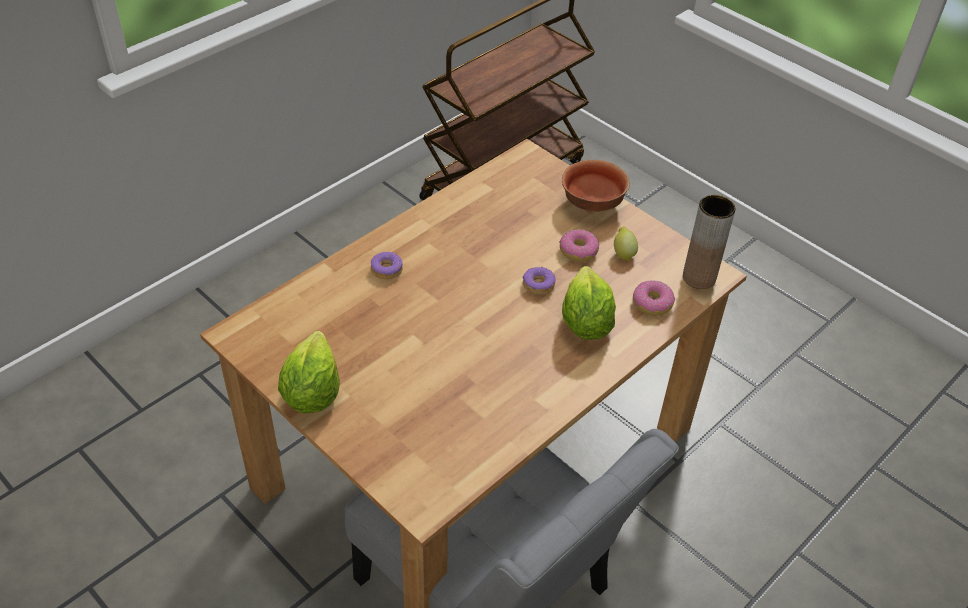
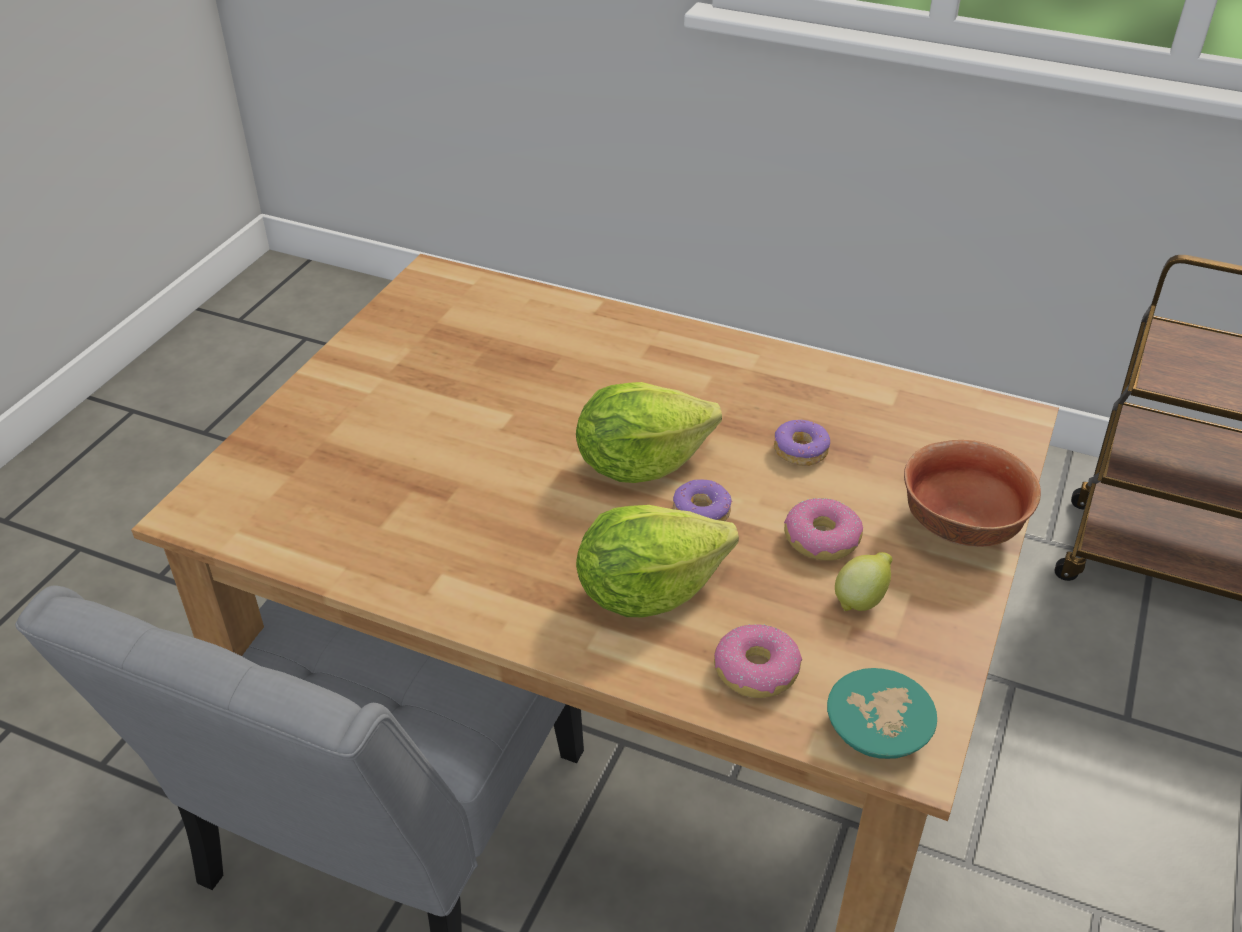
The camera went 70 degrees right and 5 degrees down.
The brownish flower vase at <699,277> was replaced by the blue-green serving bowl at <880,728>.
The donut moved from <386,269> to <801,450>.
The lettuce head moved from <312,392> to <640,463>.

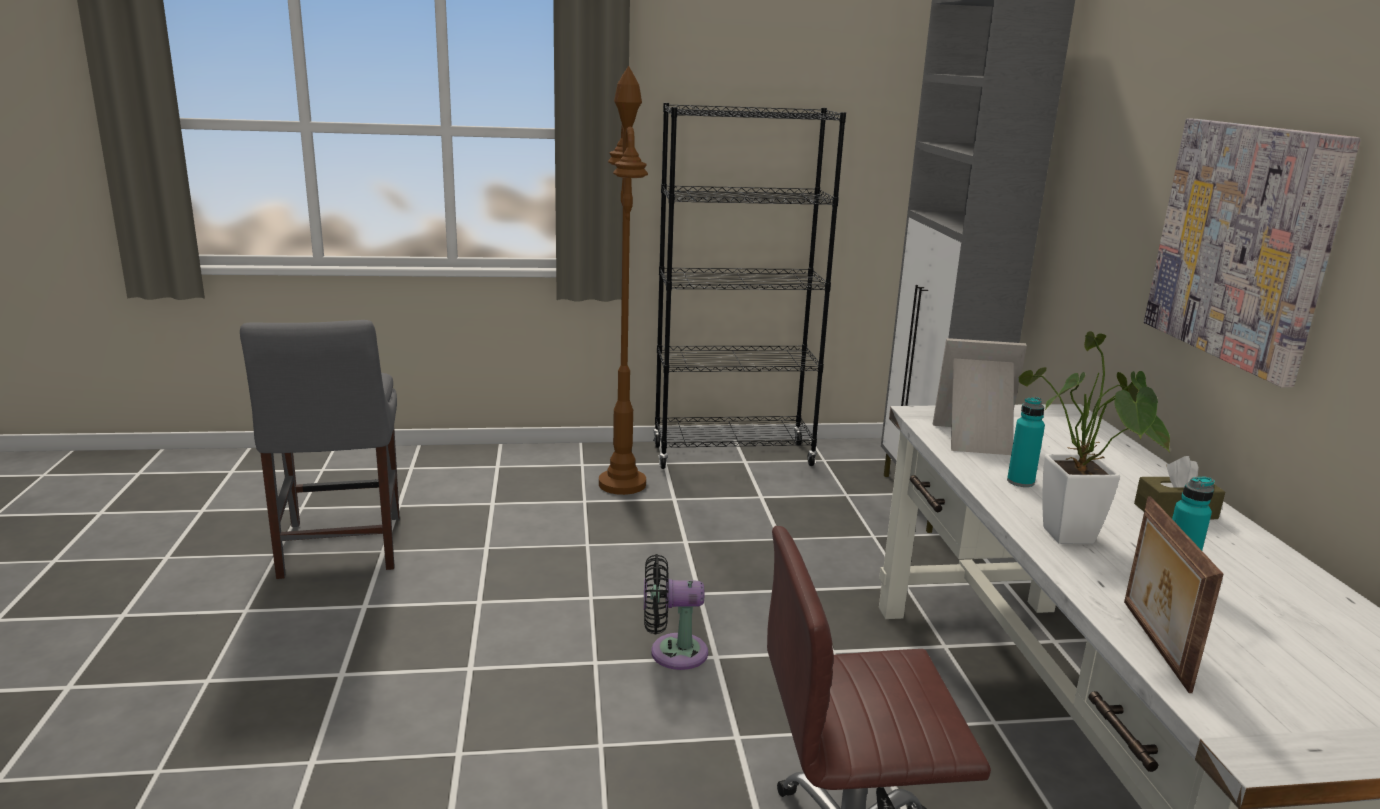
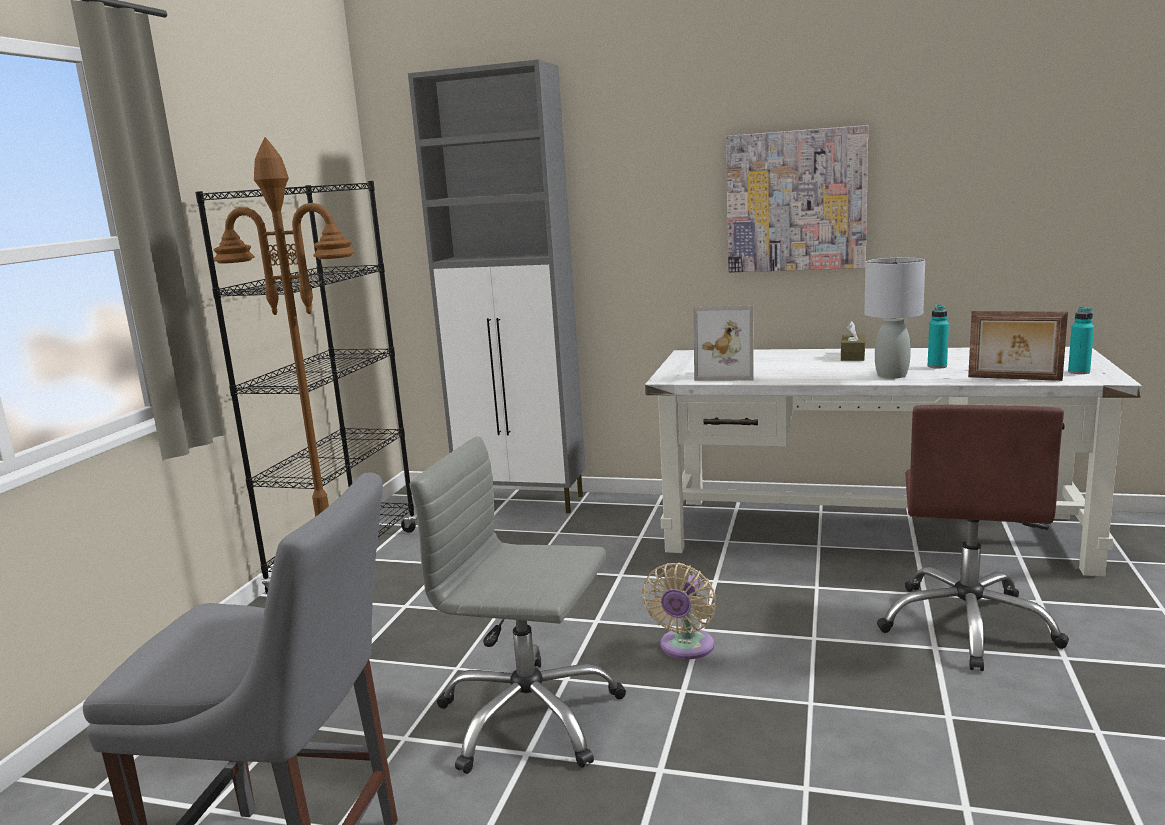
The camera went 65 degrees left and 5 degrees down.
The houseplant at <1072,541> was replaced by the grey lamp for a table at <892,375>.
The photo frame at <976,440> turned 105 degrees counterclockwise.
The blue-green bottle moved from <1020,482> to <1078,372>.
The black-coloured cooling fan at <672,652> became the beige cooling fan at <685,648>.
The grey computer chair at <528,718> appeared.

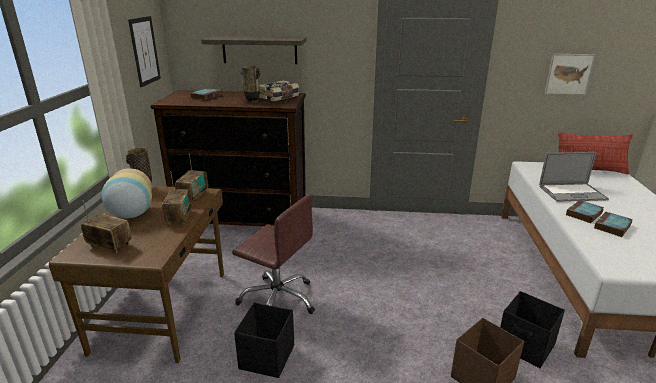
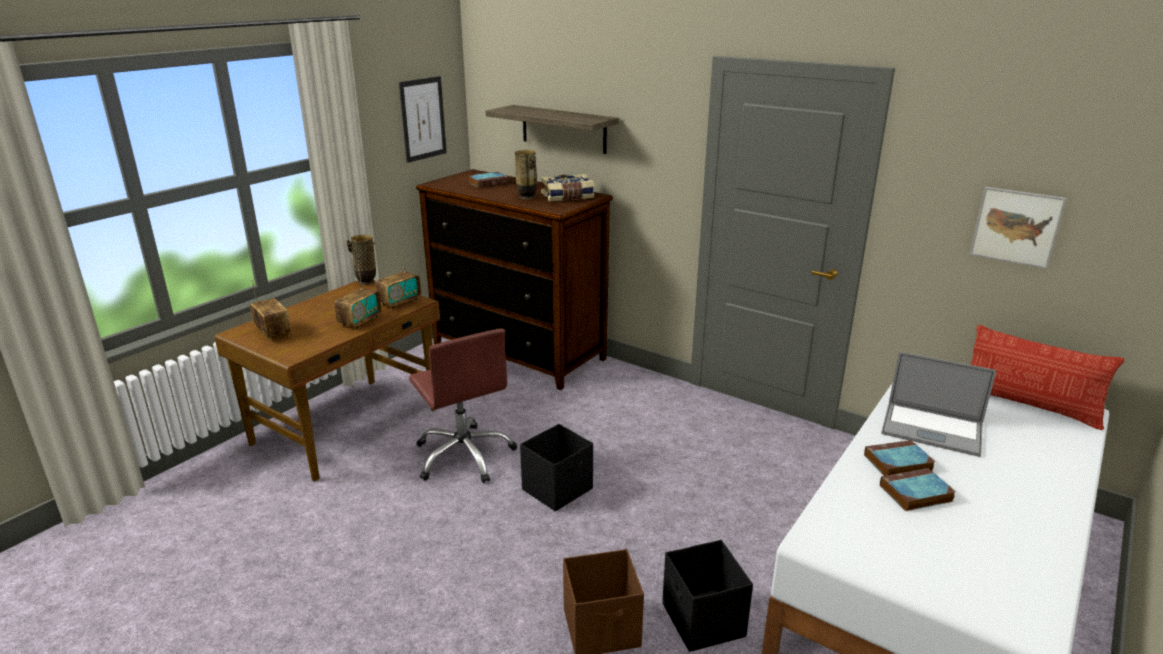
The camera went 30 degrees right and 0 degrees up.
The flower vase at <131,215> disappeared.
The black-coloured storage box moved from <268,356> to <558,489>.

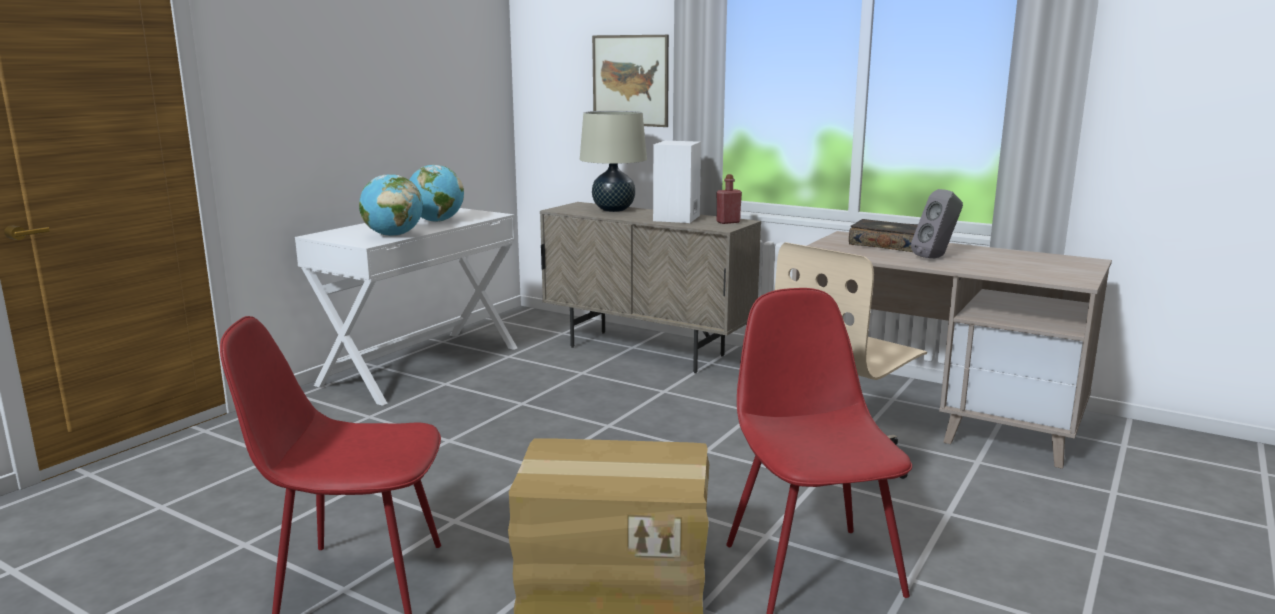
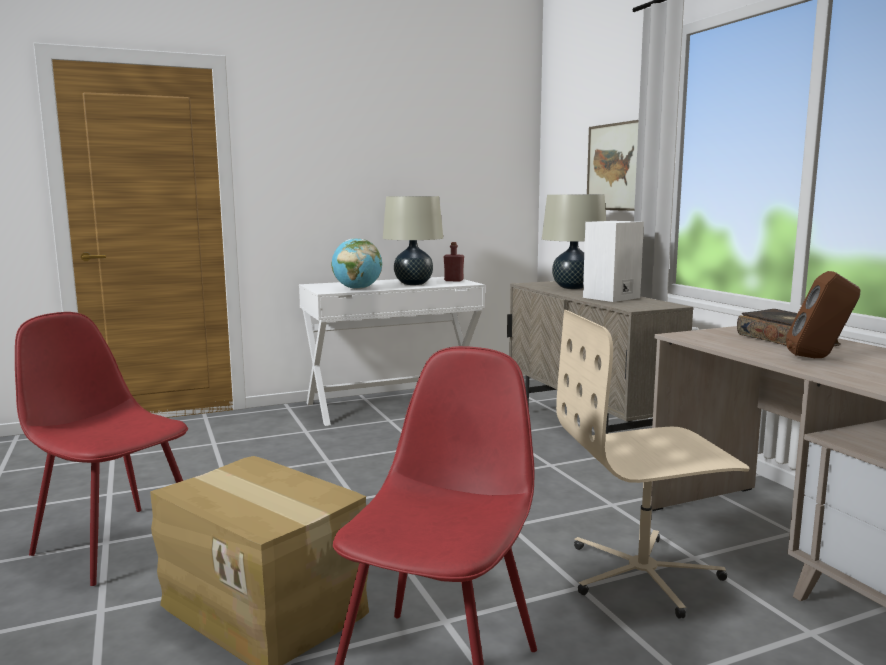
The camera went 35 degrees right and 5 degrees down.
The globe at <436,221> was replaced by the beige lamp for a table at <413,284>.
The red bottle moved from <728,222> to <453,280>.
The grey speaker at <936,257> became the brownish speaker at <819,358>.

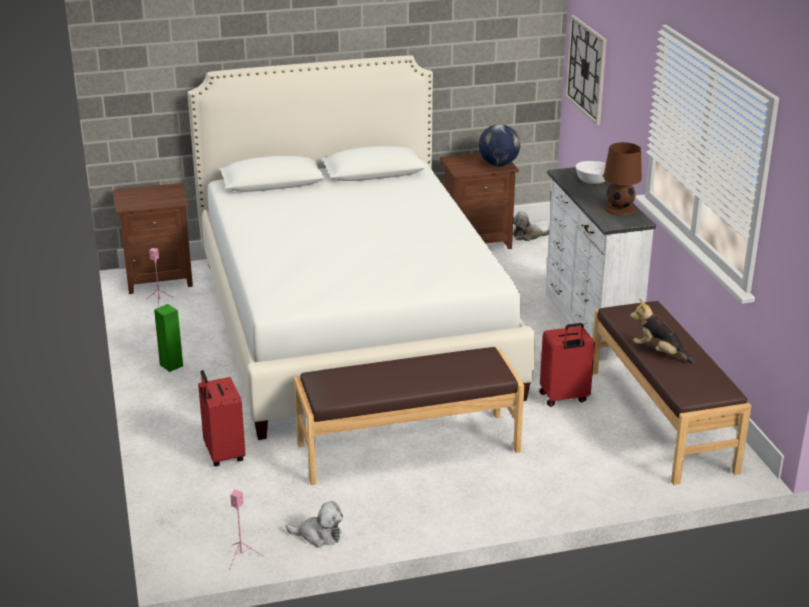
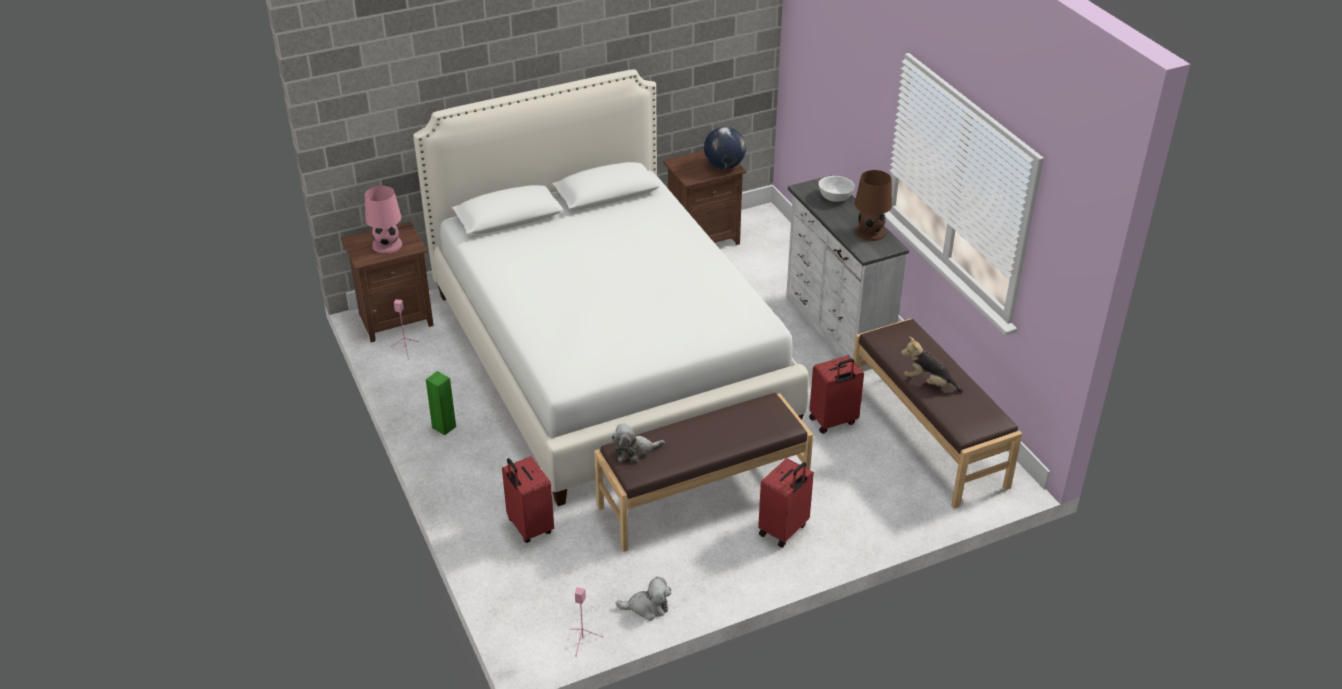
The camera went 10 degrees left and 10 degrees up.
The wall clock at <586,69> disappeared.
The cuddly toy moved from <528,236> to <635,452>.
The pinkish lamp for a table at <387,244> appeared.
The red piece of luggage at <784,530> appeared.

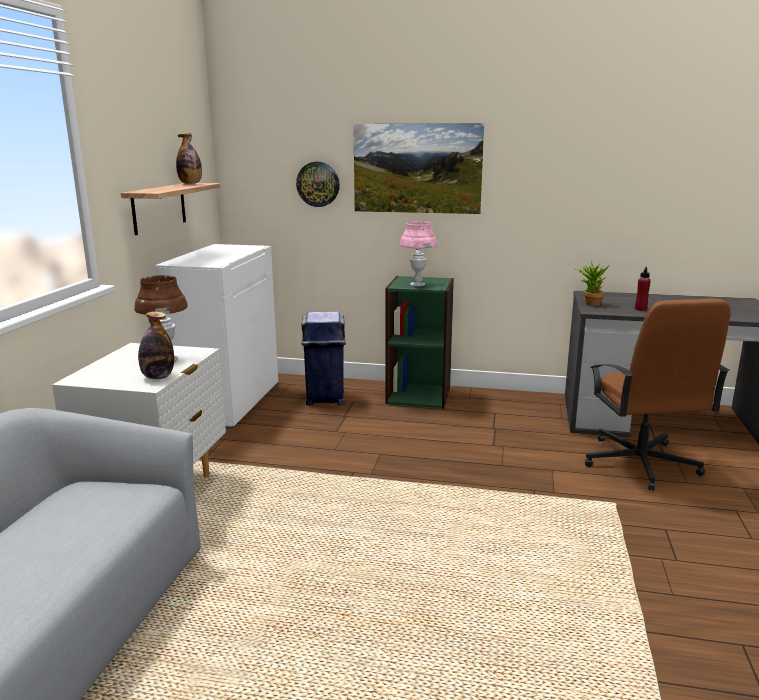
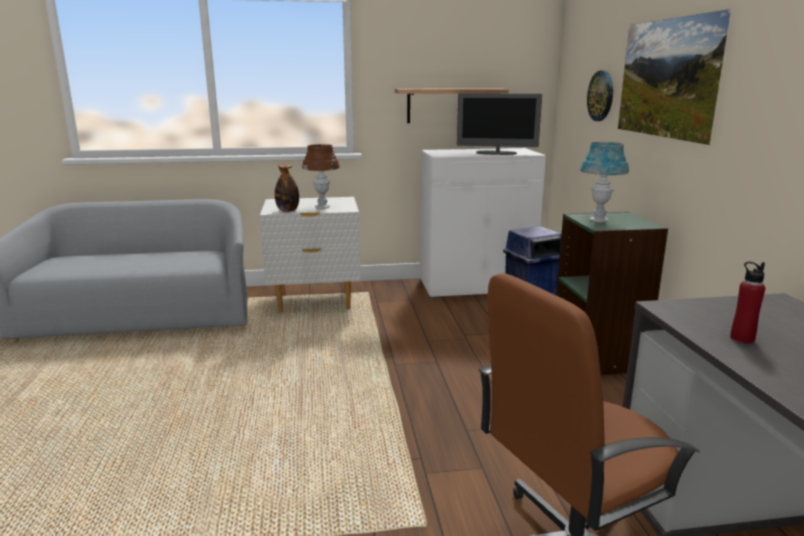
The camera went 70 degrees right and 0 degrees up.
The bottle at <190,183> disappeared.
The pinkish lamp for a table at <417,285> became the blue-coloured lamp for a table at <598,220>.
The houseplant at <589,304> disappeared.
The monitor at <496,153> appeared.

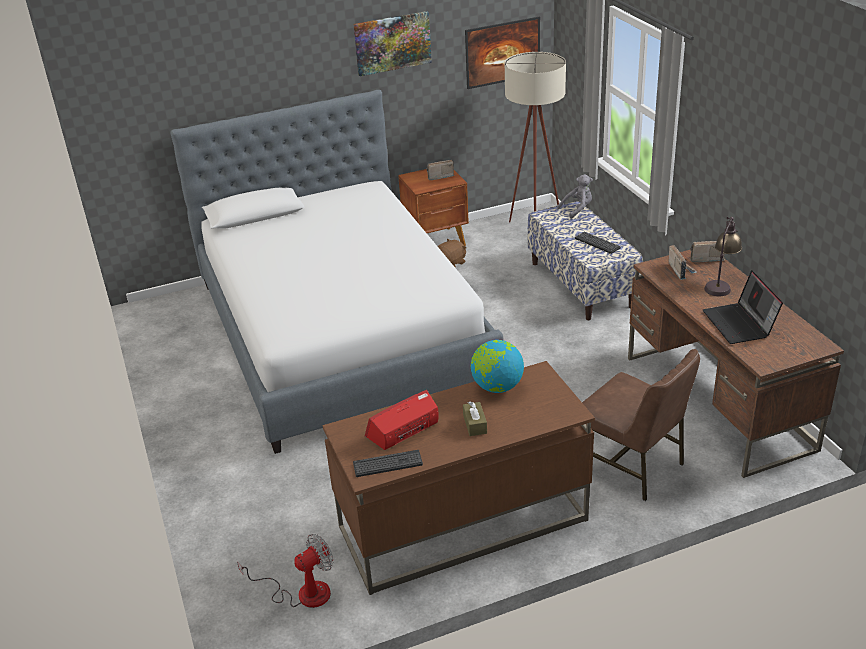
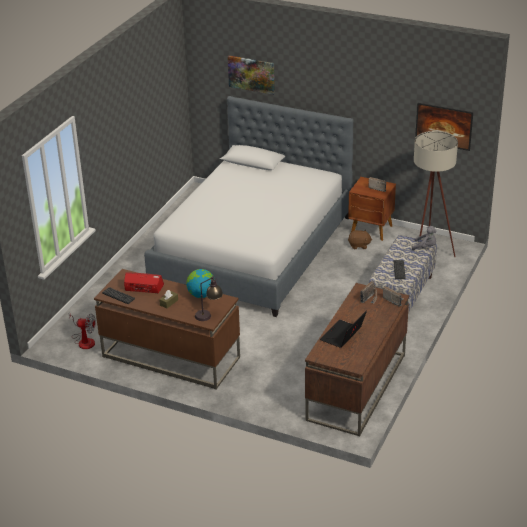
The camera went 45 degrees right and 0 degrees up.
The wall picture moved from <392,43> to <251,74>.
The lamp for a table moved from <720,284> to <209,315>.
The brownish plain chair at <631,465> disappeared.

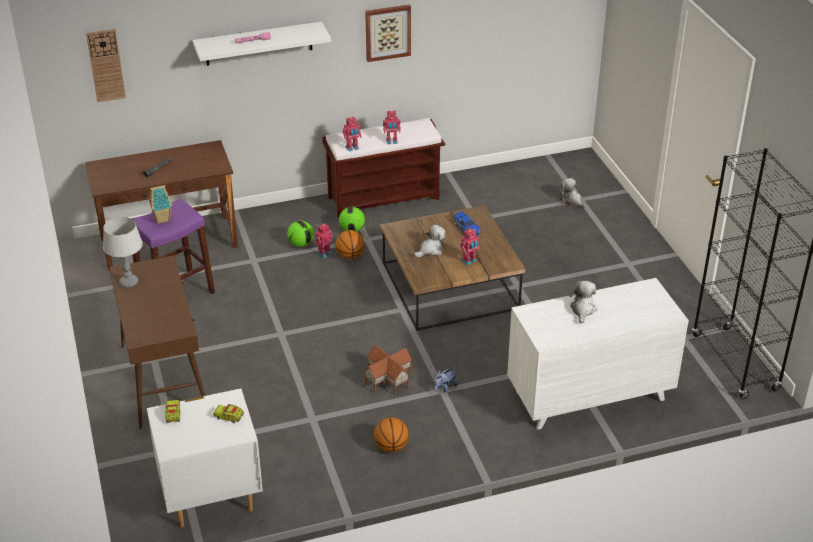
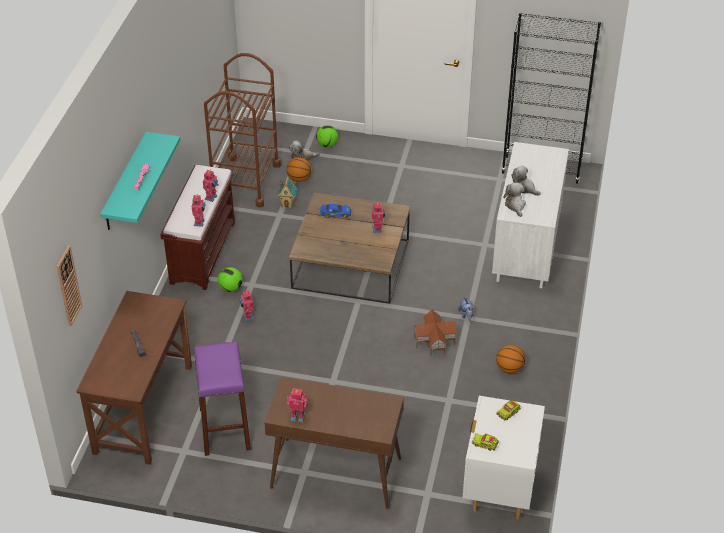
The camera went 60 degrees left and 5 degrees up.
The wall picture at <387,32> disappeared.
The white-coloured shelf at <259,43> became the blue-green shelf at <125,183>.
The toy house moved from <162,219> to <288,204>.
The grey lamp for a table at <128,282> was replaced by the model robot at <298,416>.
The ball for football moved from <301,244> to <327,145>.
The cuddly toy moved from <431,249> to <515,205>.
The basketball moved from <350,256> to <299,179>.
The brownish cart at <245,181> appeared.

